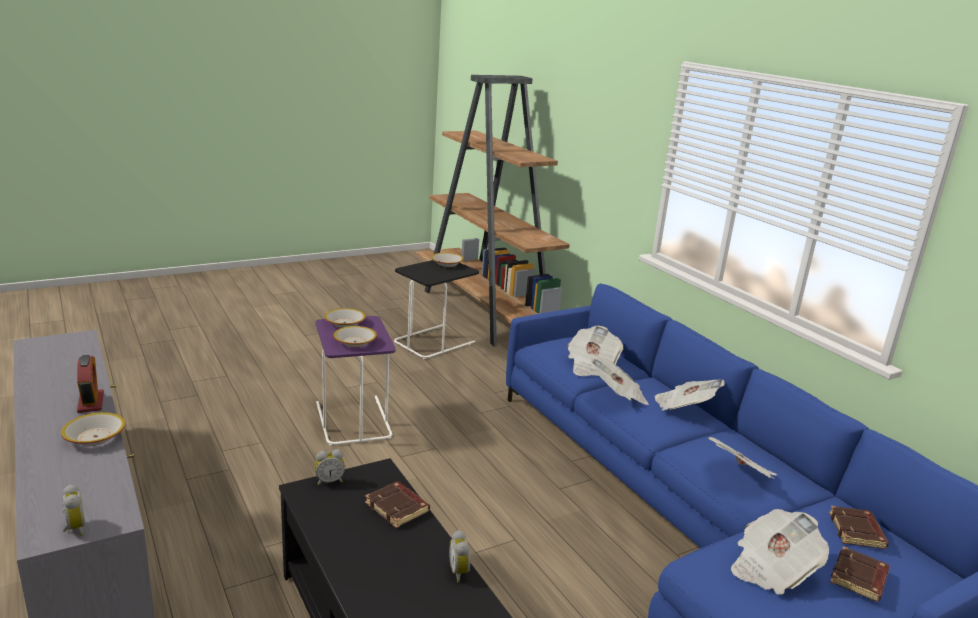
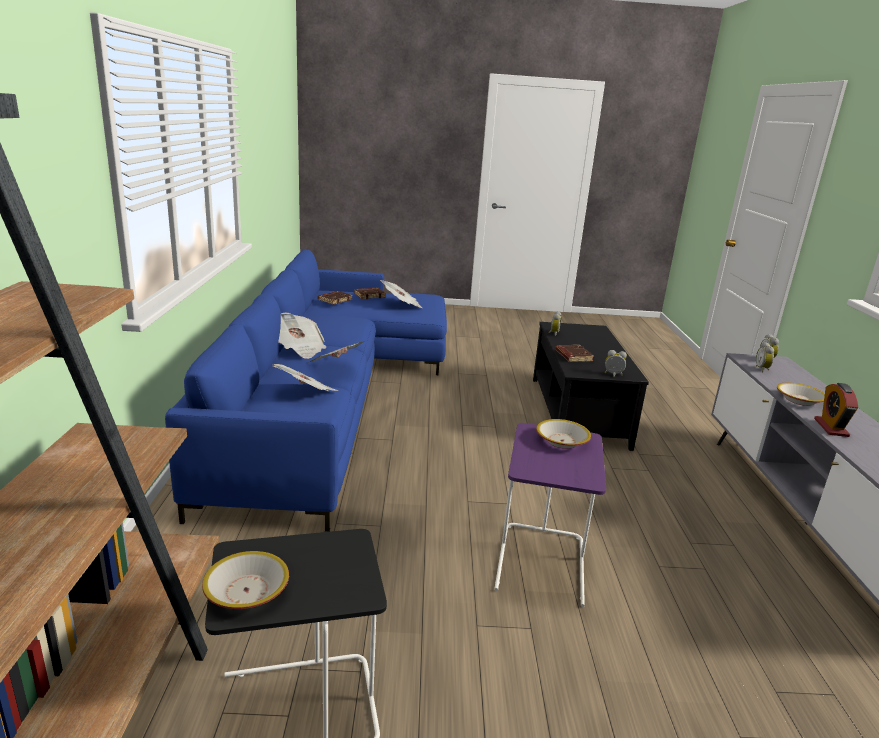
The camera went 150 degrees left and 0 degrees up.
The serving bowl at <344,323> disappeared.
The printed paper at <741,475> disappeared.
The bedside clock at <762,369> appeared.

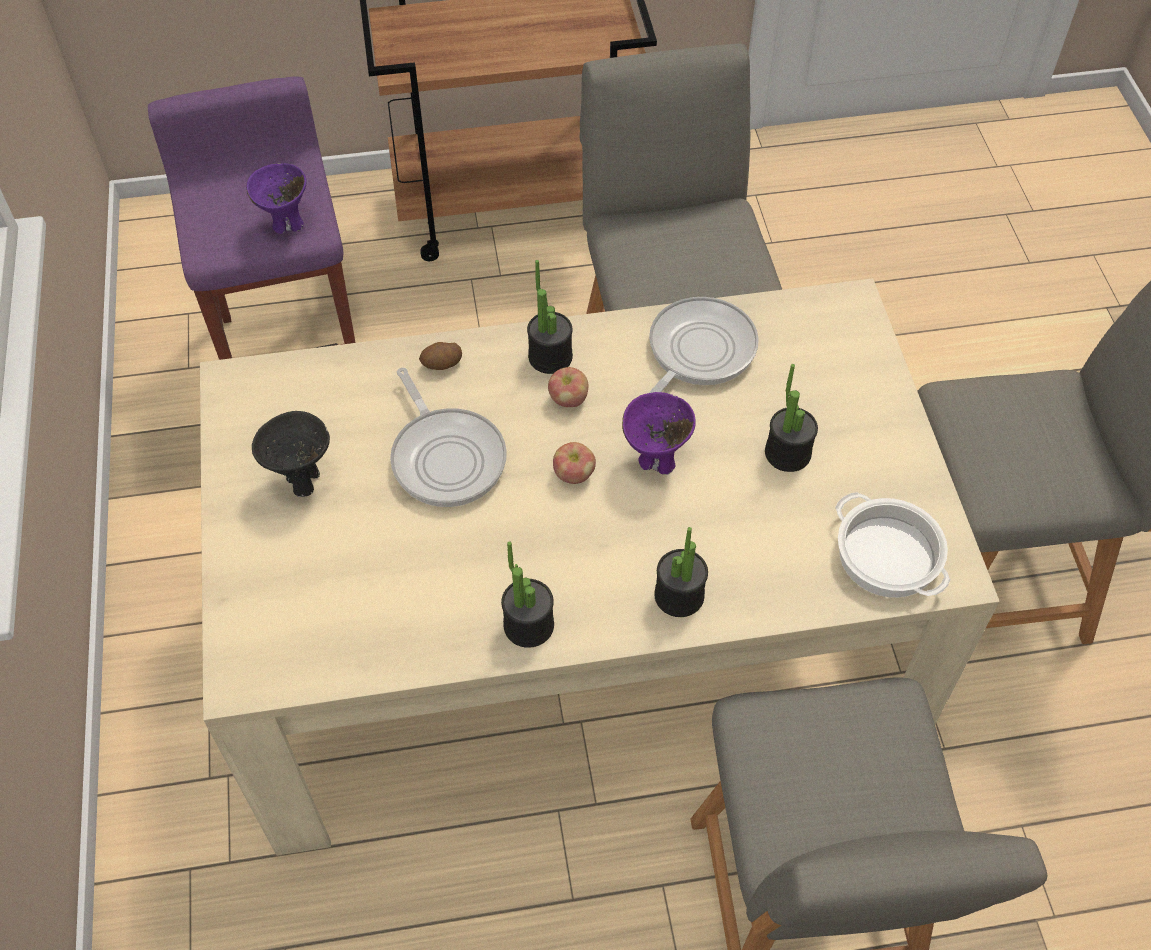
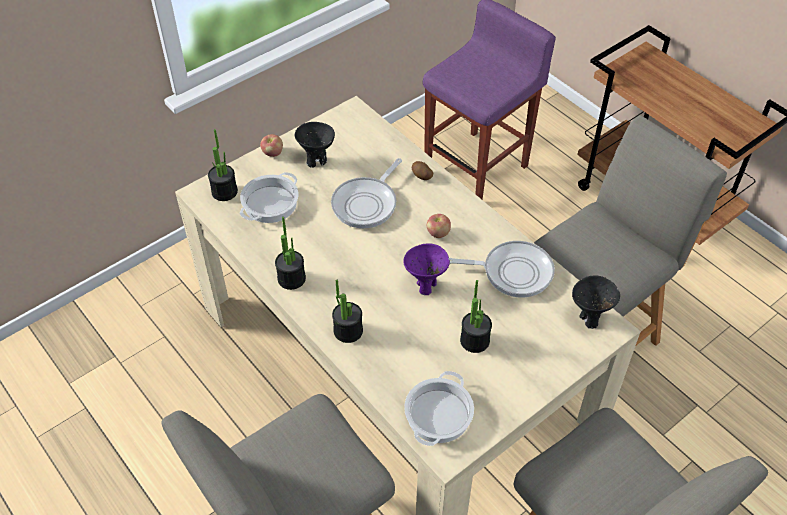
The camera went 60 degrees right and 5 degrees down.
The purple-coloured serving bowl at <287,224> disappeared.
The houseplant moved from <550,357> to <224,192>.
The apple moved from <574,474> to <273,153>.
The saucepot at <270,203> appeared.
The black-coloured serving bowl at <589,318> appeared.

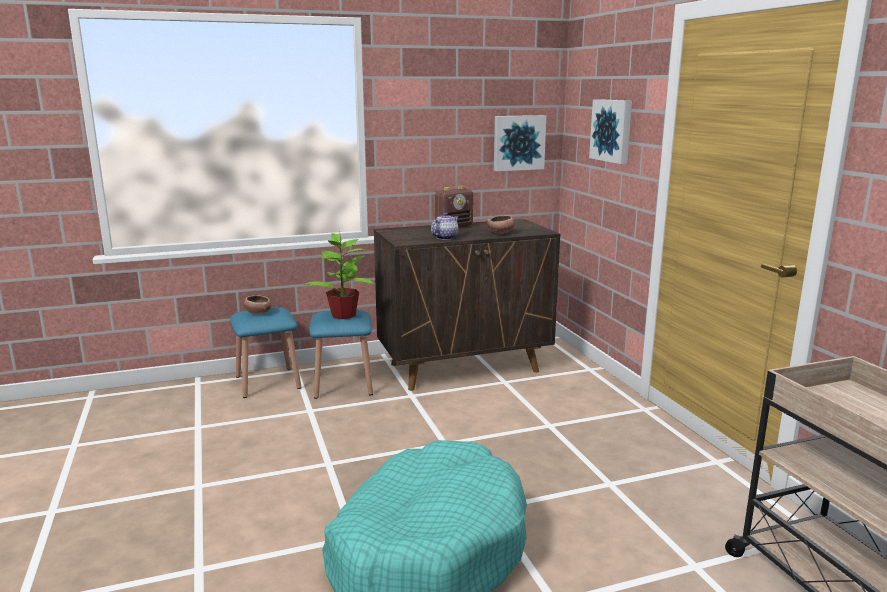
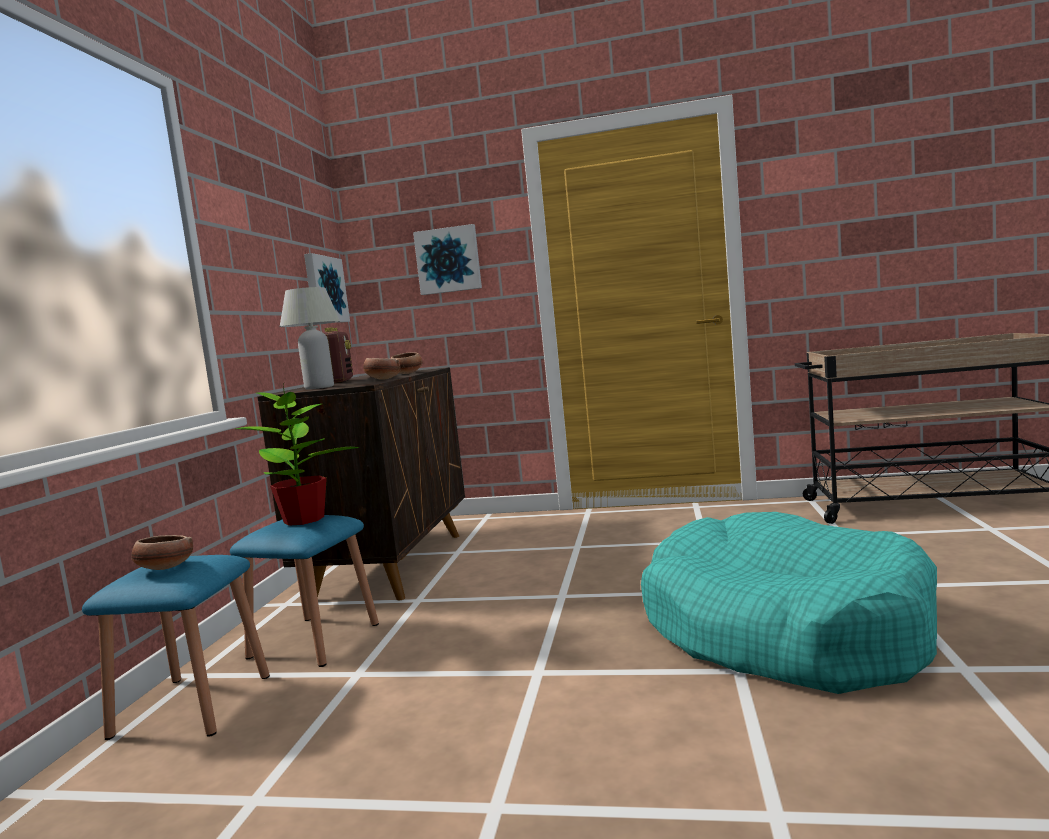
The camera went 60 degrees left and 10 degrees down.
The tea pot at <445,238> was replaced by the serving bowl at <383,379>.
The white-coloured lamp for a table at <319,387> appeared.

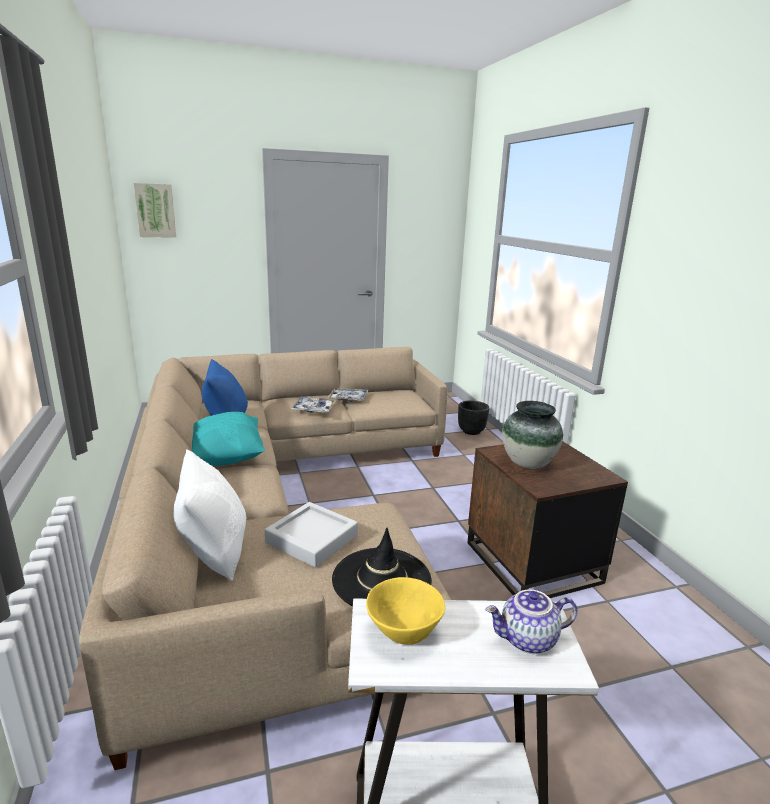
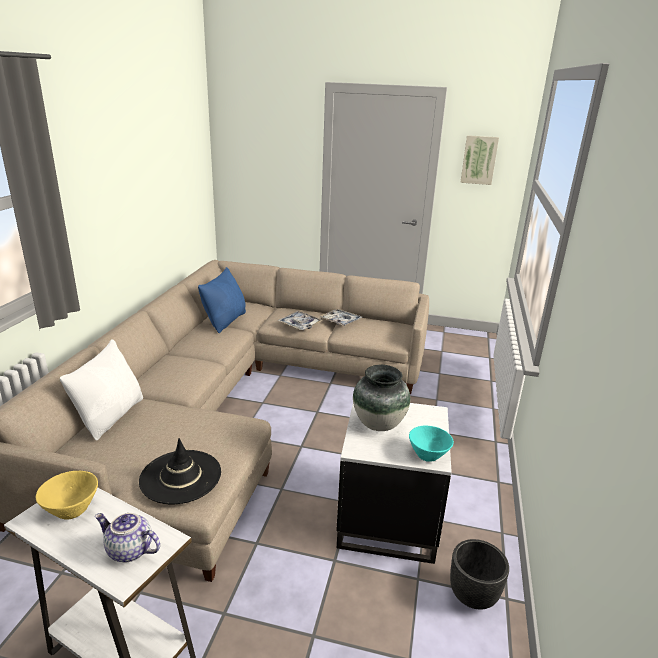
The camera went 30 degrees right and 5 degrees up.
The wall picture moved from <155,210> to <479,160>.
The black-coloured flower pot moved from <471,431> to <472,596>.
The blue-green cushion at <226,457> disappeared.
The brownish accent table at <531,562> became the white-coloured accent table at <387,517>.
The grey serving tray at <312,539> disappeared.
The blue-green serving bowl at <429,455> appeared.

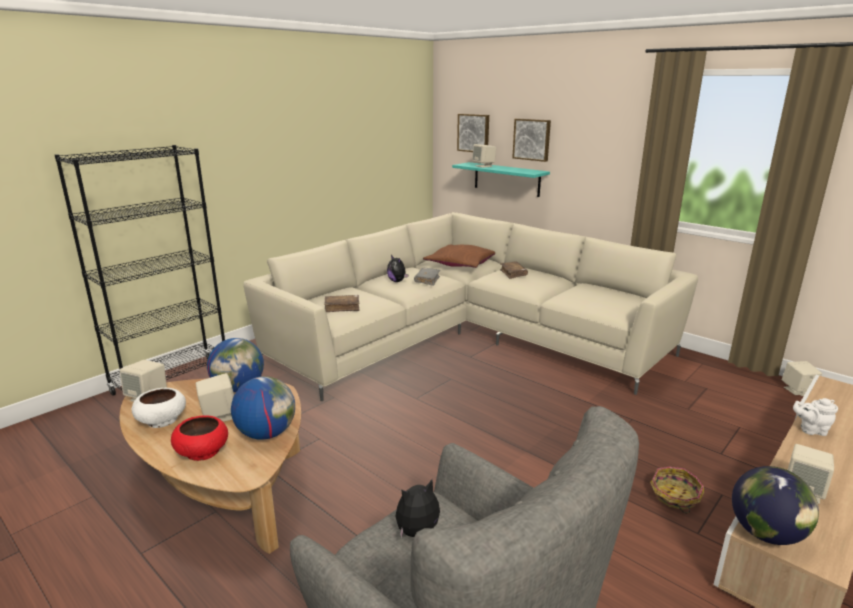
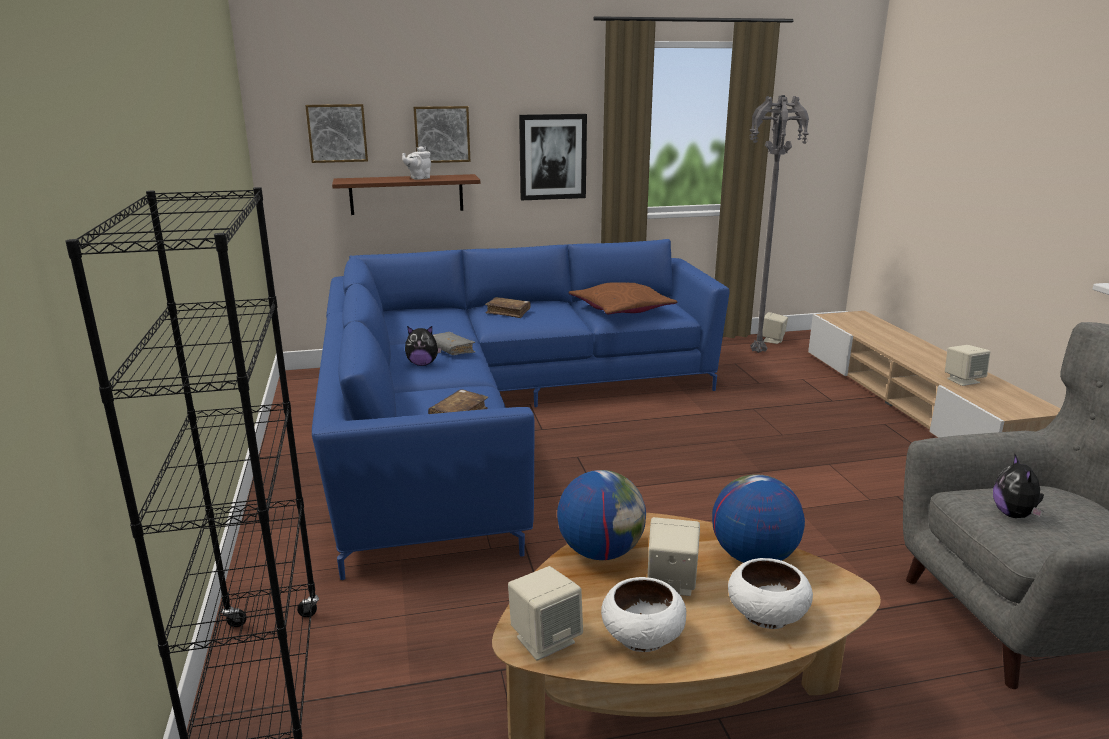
The camera went 55 degrees left and 0 degrees up.
The beige speaker at <484,166> disappeared.
The blue-green shelf at <506,179> became the brownish shelf at <406,194>.
The beige couch at <465,338> became the blue-coloured couch at <492,415>.
The brownish cushion moved from <461,263> to <621,309>.
The white-coloured tea pot moved from <811,430> to <418,178>.
The red serving bowl at <202,451> became the white-coloured serving bowl at <765,614>.
The globe at <766,534> disappeared.
The basket at <674,497> disappeared.
The grey standing lamp at <756,353> appeared.
The wall picture at <552,157> appeared.

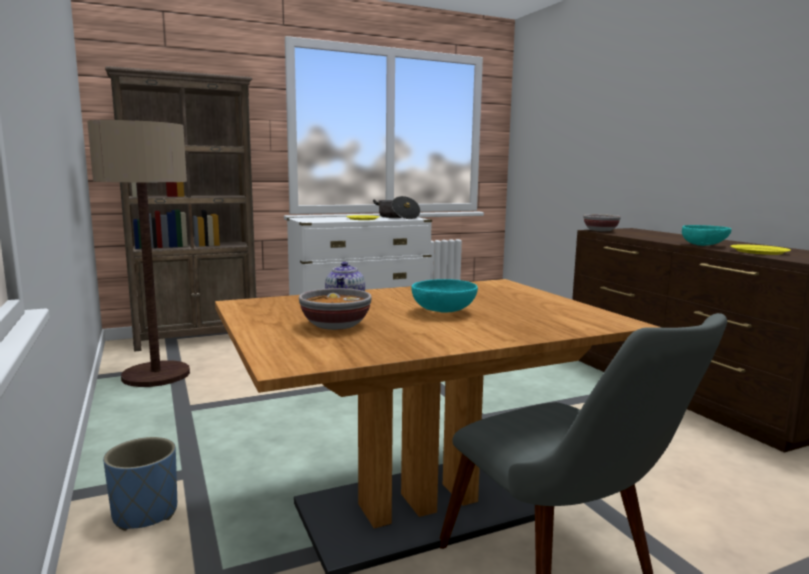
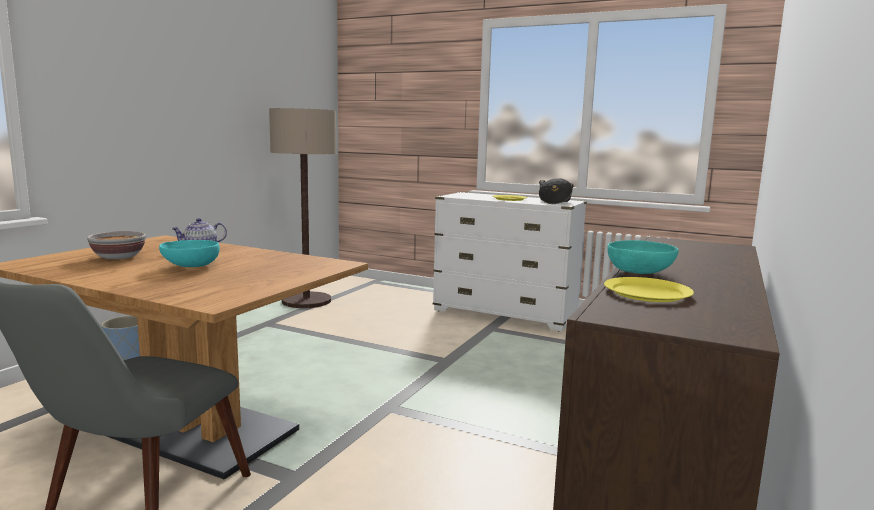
The camera went 50 degrees right and 0 degrees up.
The brownish bookcase at <197,338> disappeared.
The serving bowl at <601,231> disappeared.

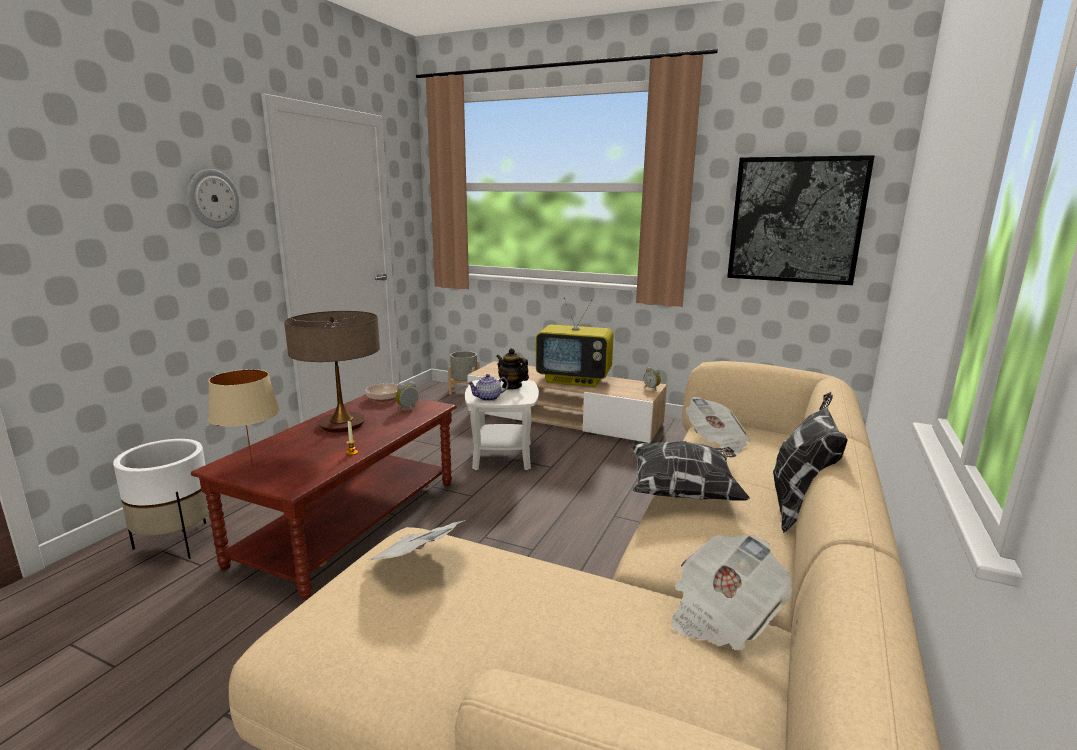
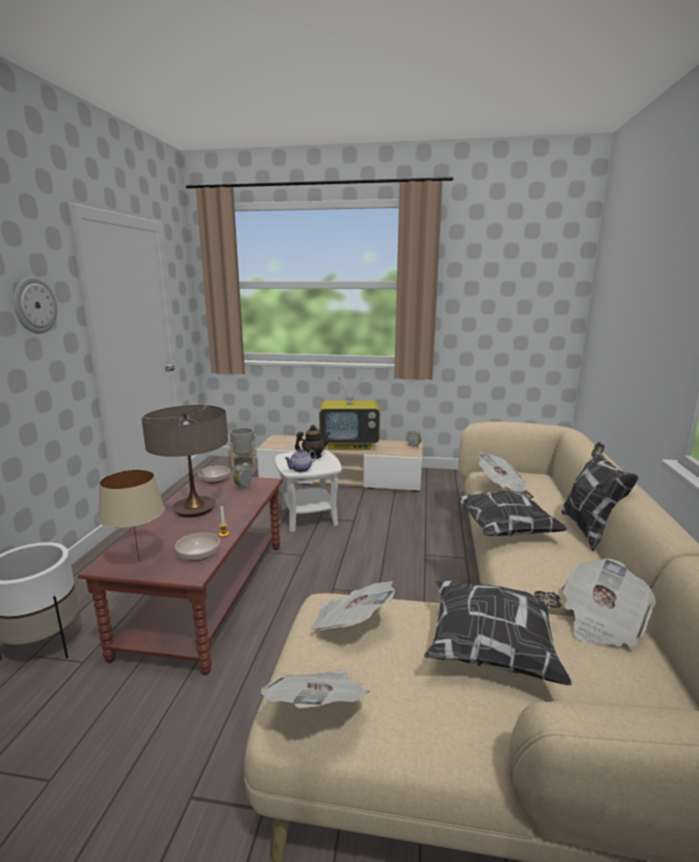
The camera went 15 degrees left and 0 degrees up.
The wall picture at <795,220> disappeared.
The tea pot at <512,386> turned 135 degrees clockwise.
The serving bowl at <199,554> appeared.
The cushion at <494,648> appeared.
The printed paper at <318,709> appeared.

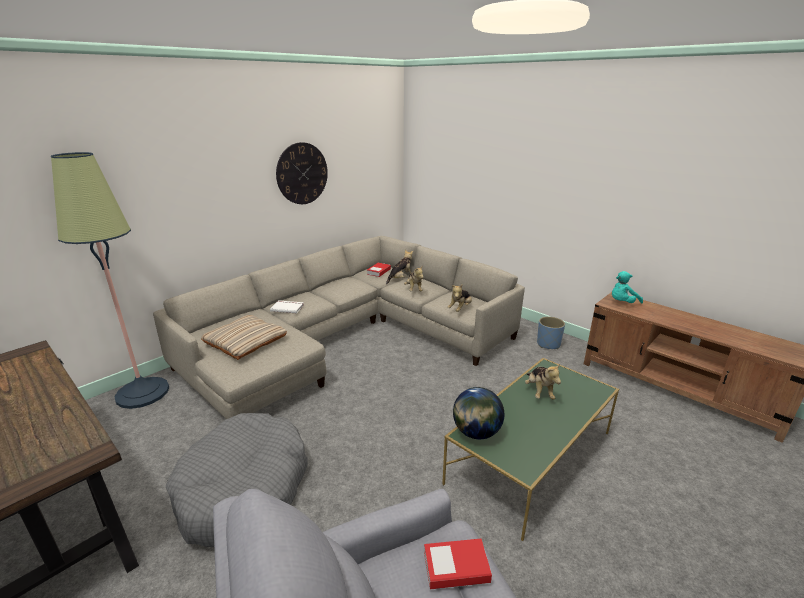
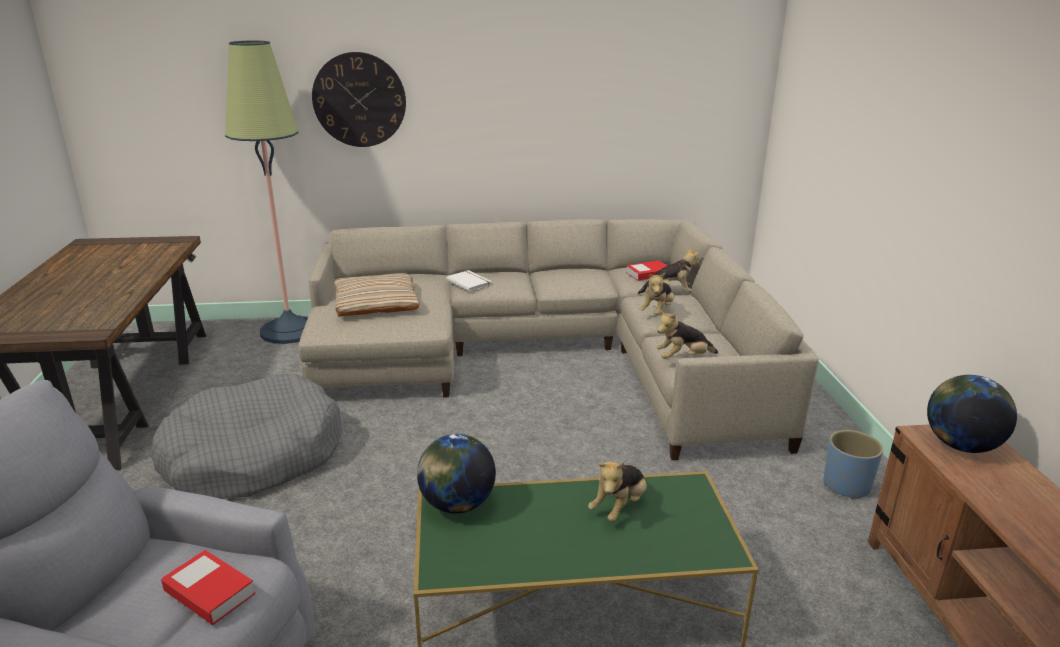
The camera went 40 degrees right and 0 degrees up.
The wall clock moved from <302,173> to <359,100>.
The blue-green cuddly toy at <622,303> was replaced by the globe at <960,445>.

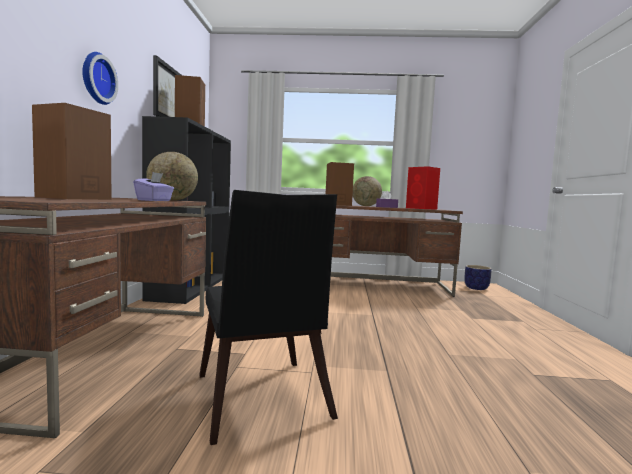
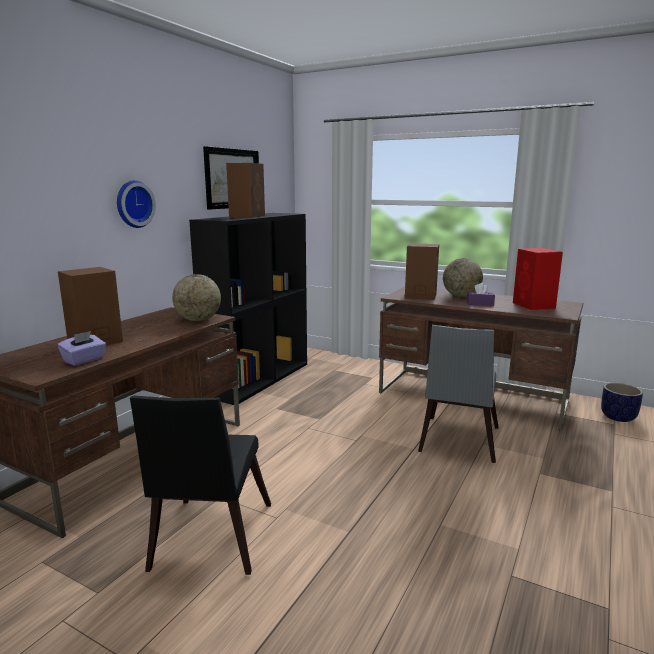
The camera went 25 degrees right and 10 degrees up.
The purple-coloured tissue holder moved from <154,200> to <84,360>.
The grey plain chair at <457,442> appeared.

